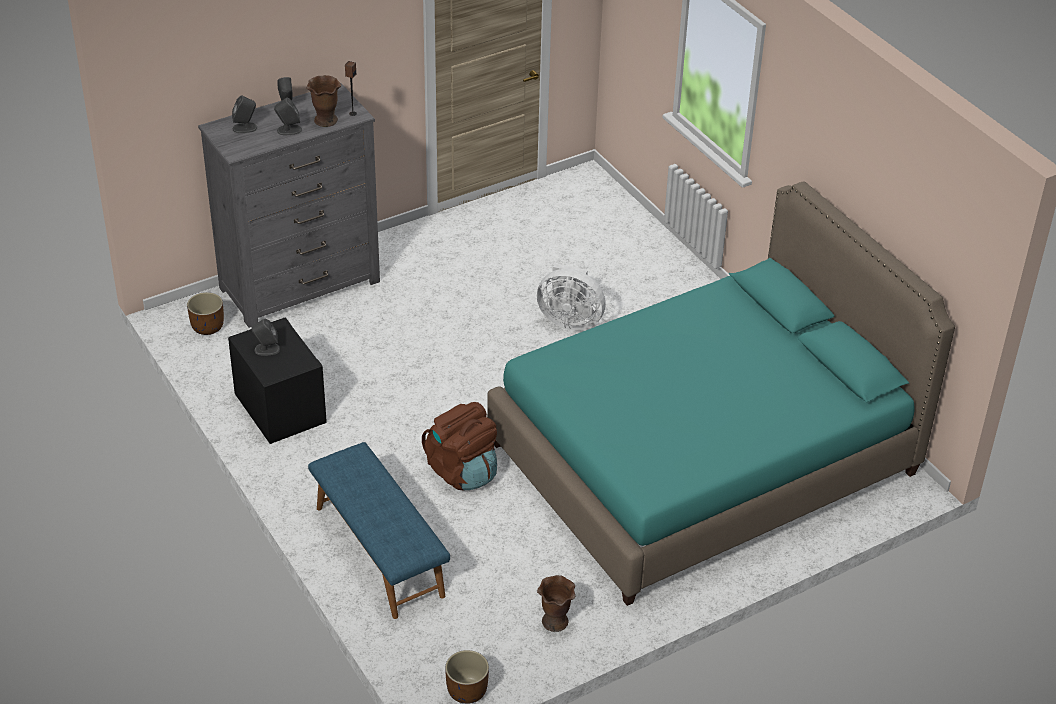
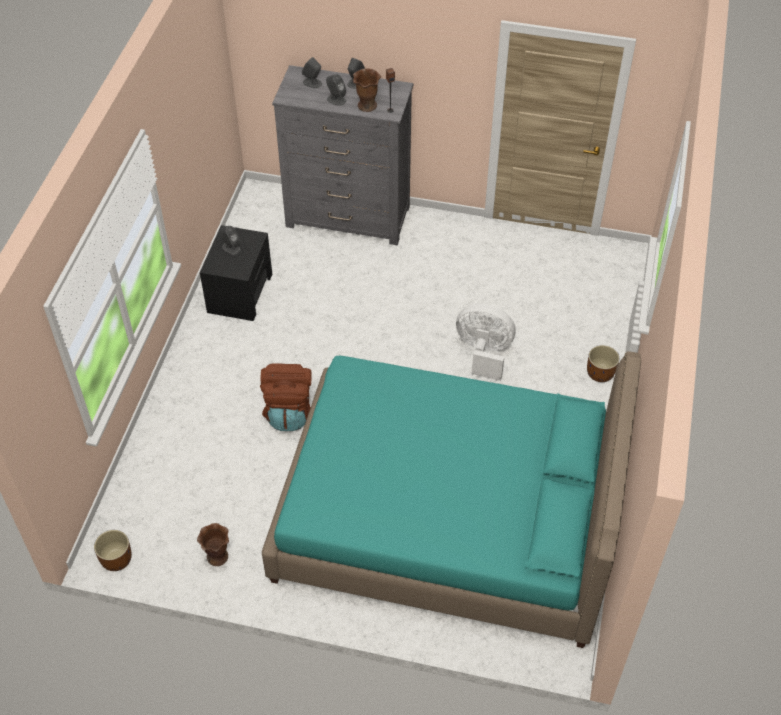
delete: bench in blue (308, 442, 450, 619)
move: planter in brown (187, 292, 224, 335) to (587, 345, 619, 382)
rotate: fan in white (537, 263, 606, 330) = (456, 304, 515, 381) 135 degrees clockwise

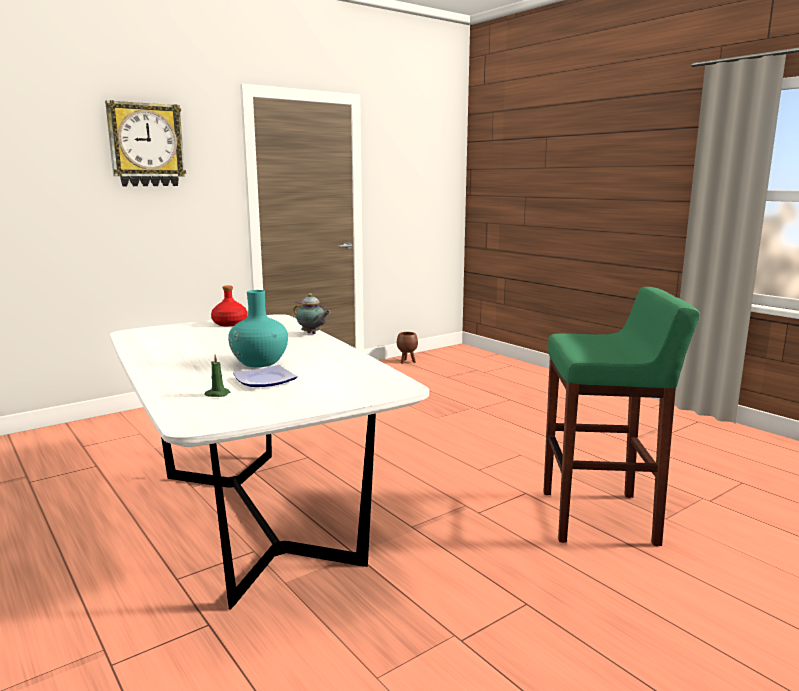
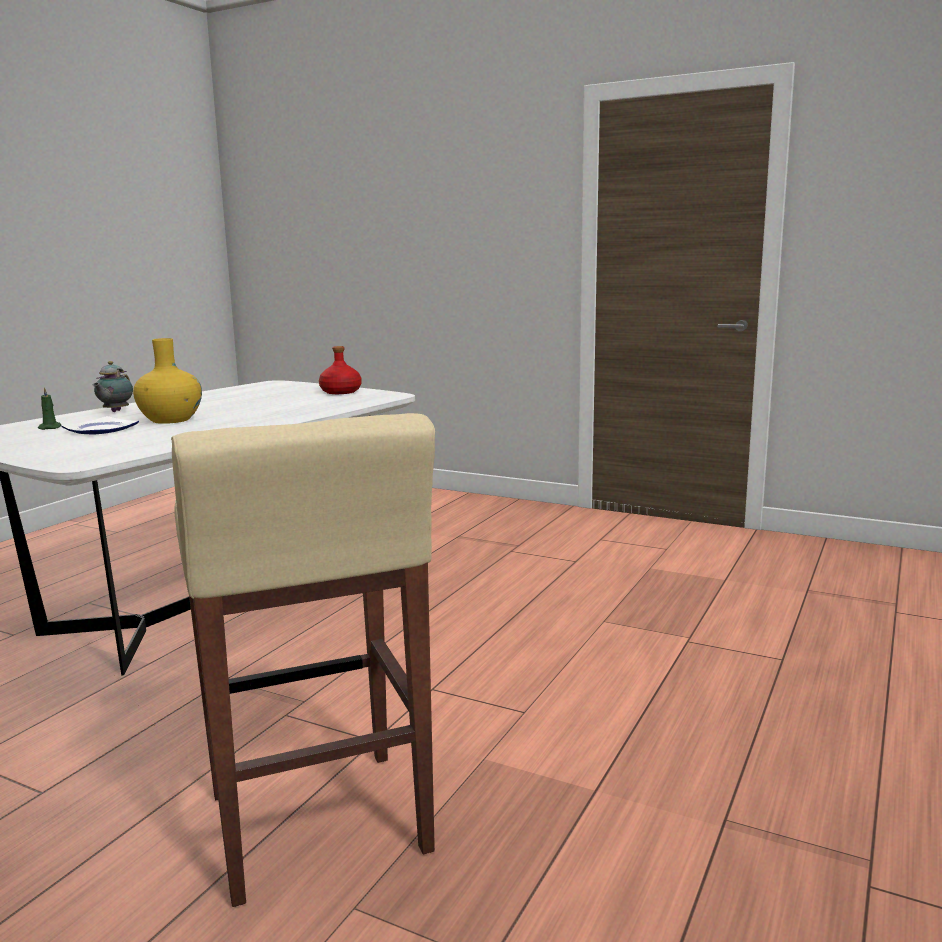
delete: wall clock (105, 100, 186, 186); planter in brown (397, 332, 418, 364)
move: teapot (293, 293, 330, 334) to (93, 361, 133, 412)
recolor: vase in turquoise (228, 290, 288, 367) to vase in yellow (133, 338, 202, 424); stool in green (543, 287, 700, 546) to stool in beige (171, 413, 435, 907)

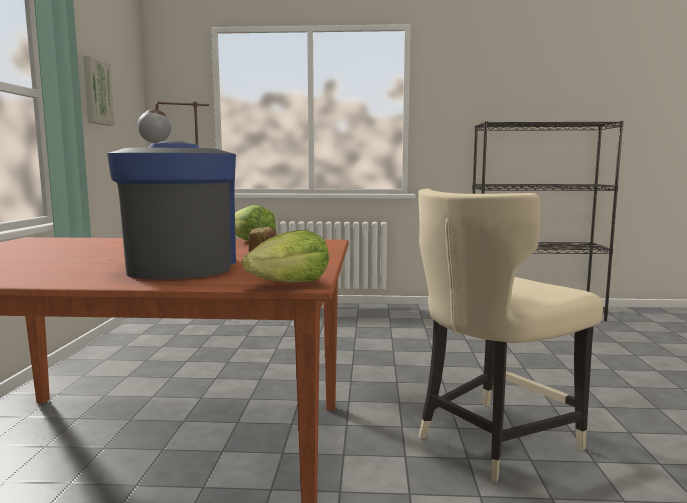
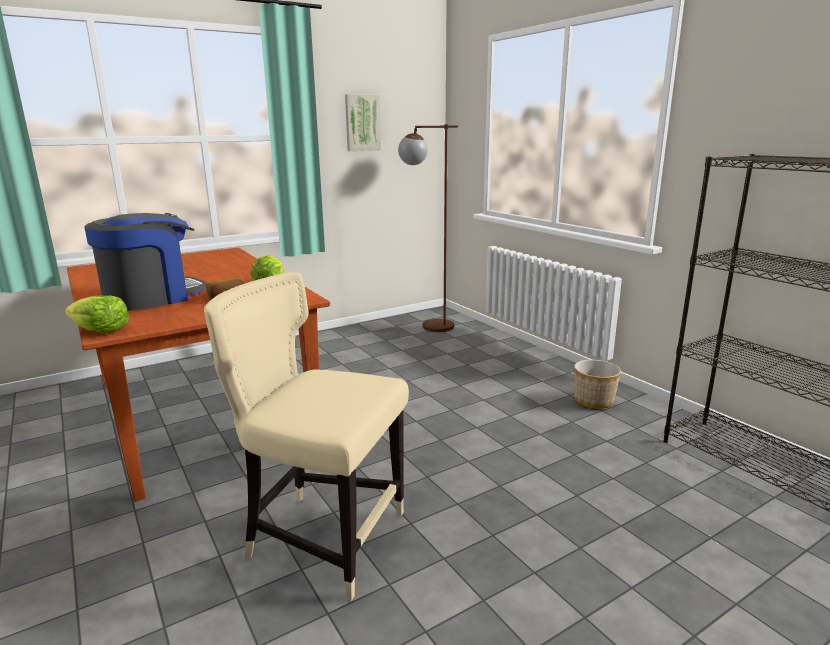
insert: planter (574, 360, 621, 409)

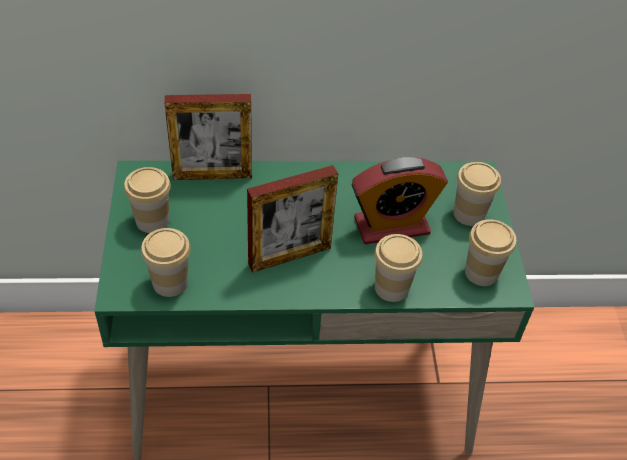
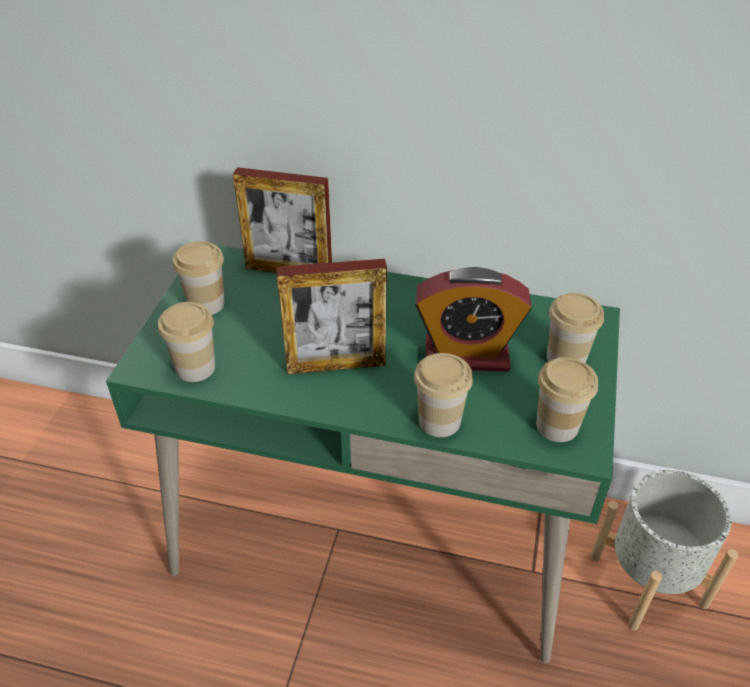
insert: planter in grey (590, 470, 738, 630)

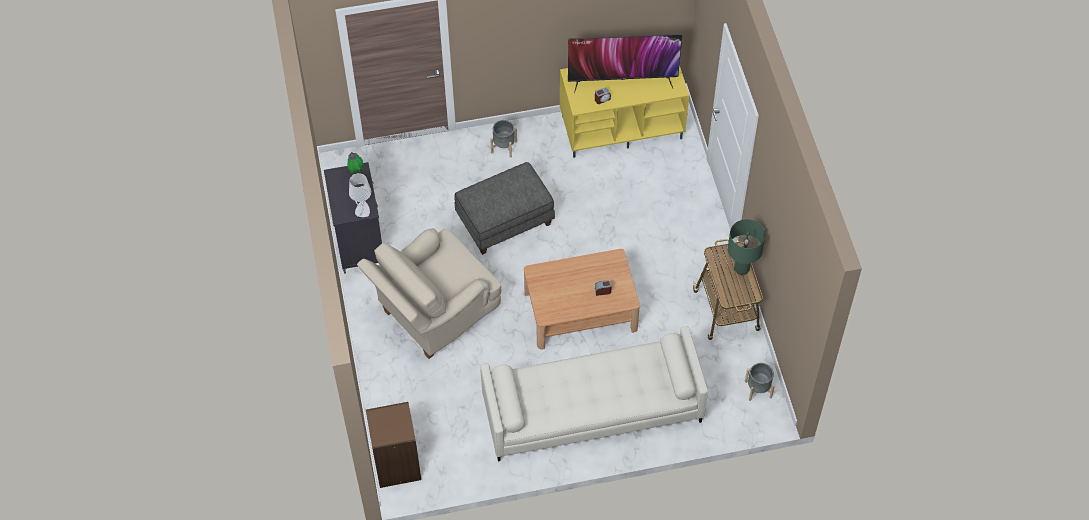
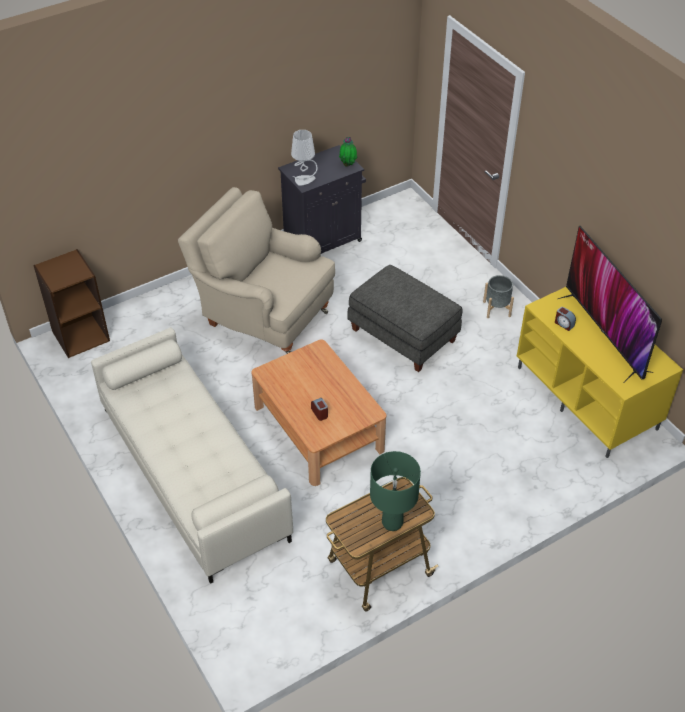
delete: planter in grey (745, 363, 775, 401)

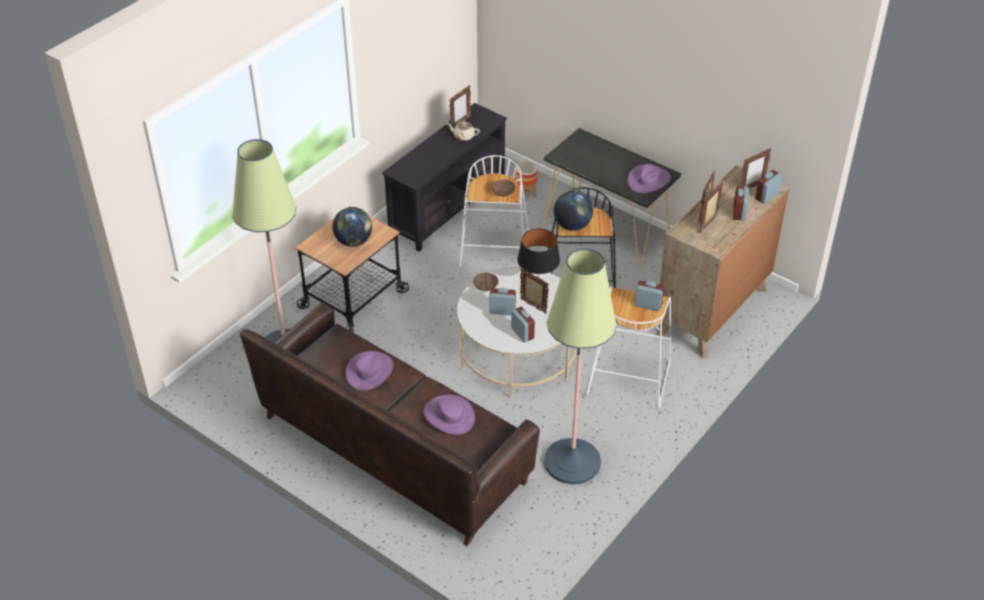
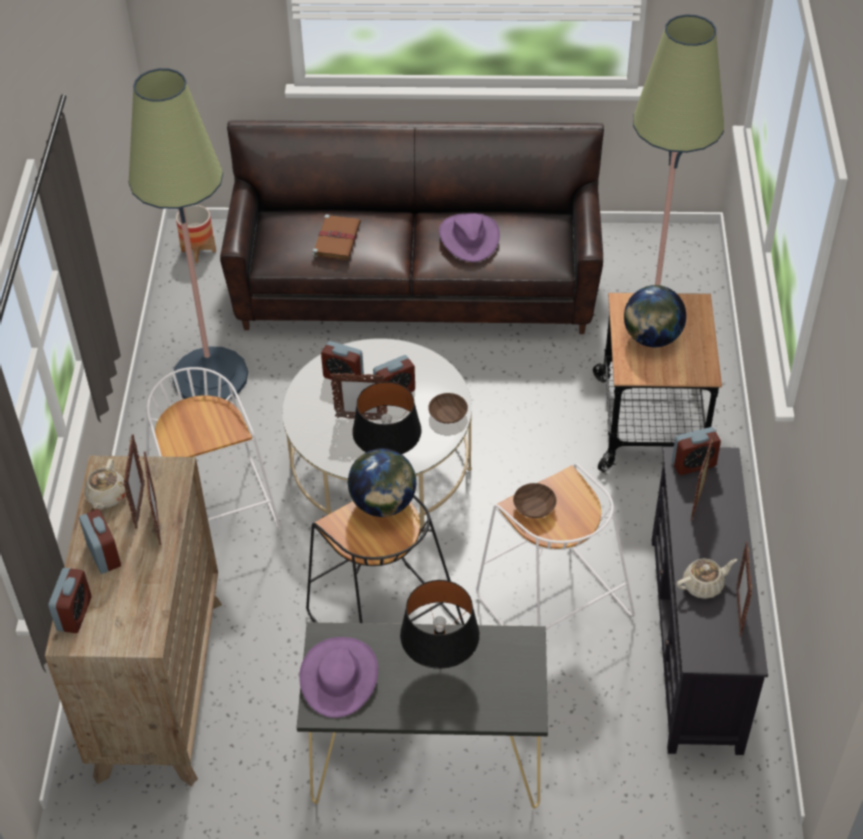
insert: teapot in beige (84, 459, 126, 510); table lamp in black (400, 580, 480, 669)
move: planter (515, 161, 538, 197) to (176, 205, 216, 263); alarm clock (634, 281, 664, 311) to (672, 427, 721, 475); picture frame (740, 148, 771, 189) to (691, 434, 714, 521)
replace: hat in purple (423, 394, 475, 435) to book in brown (313, 215, 361, 260)

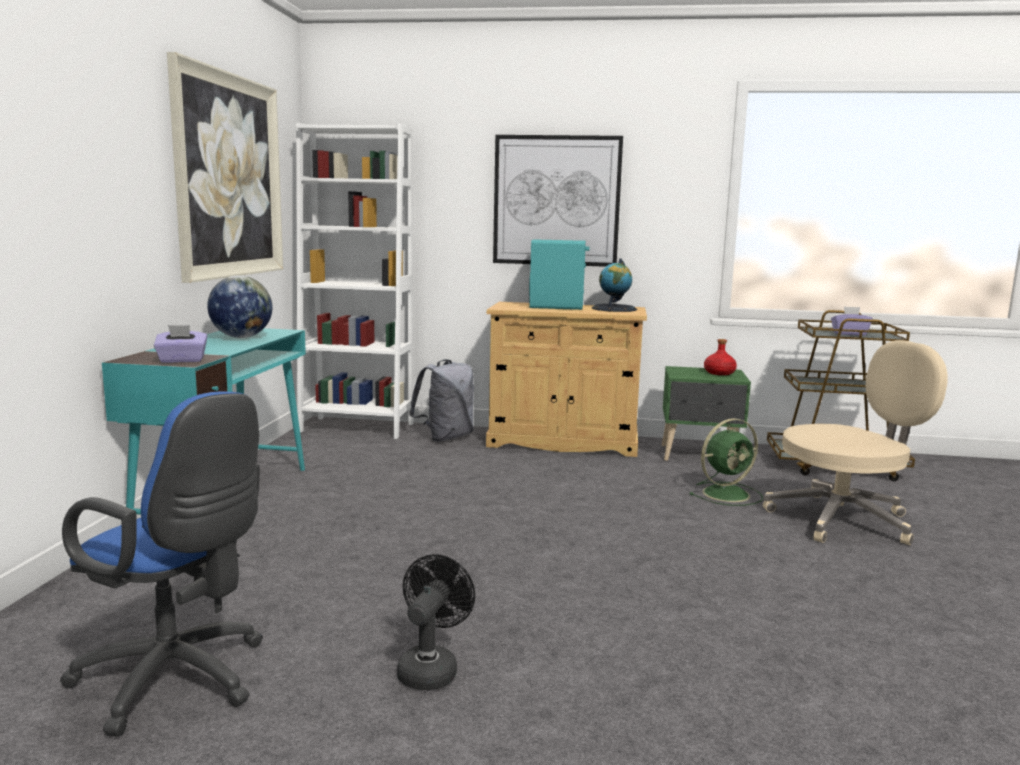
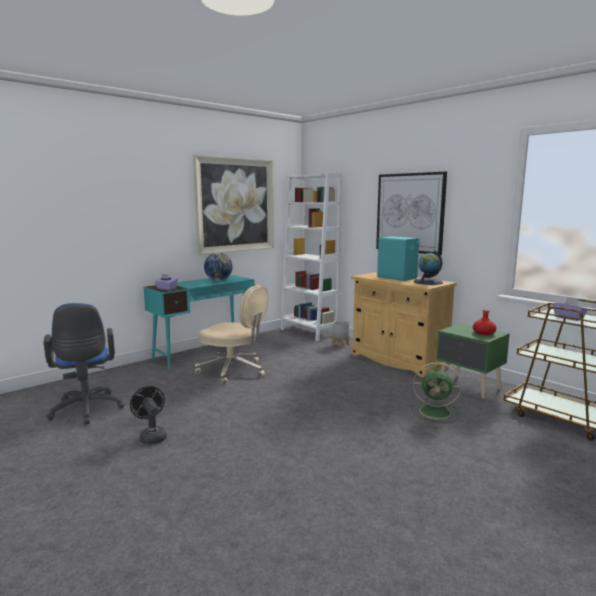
move: office chair in beige (763, 340, 948, 545) to (194, 285, 269, 385)
replace: backpack in grey (409, 359, 474, 442) to planter in grey (332, 321, 350, 348)
rotate: fan in black (397, 554, 475, 690) = (130, 386, 167, 445) 90 degrees counterclockwise

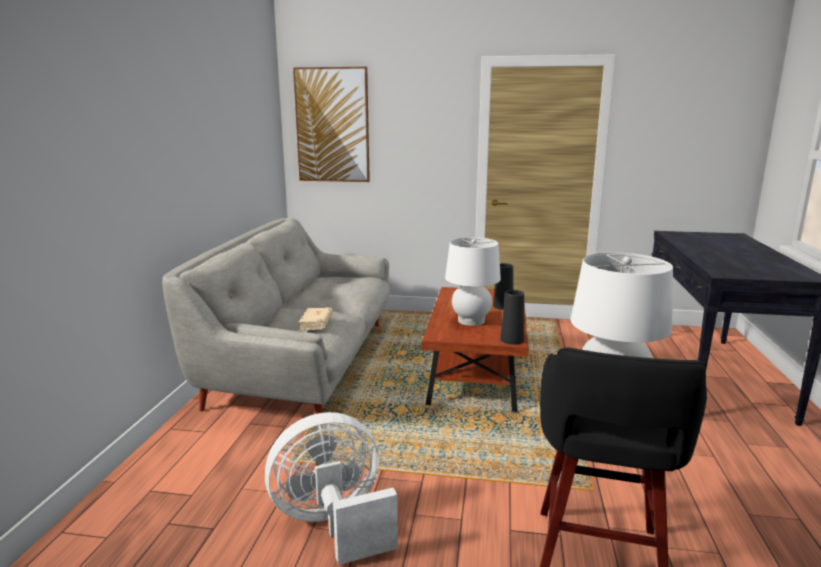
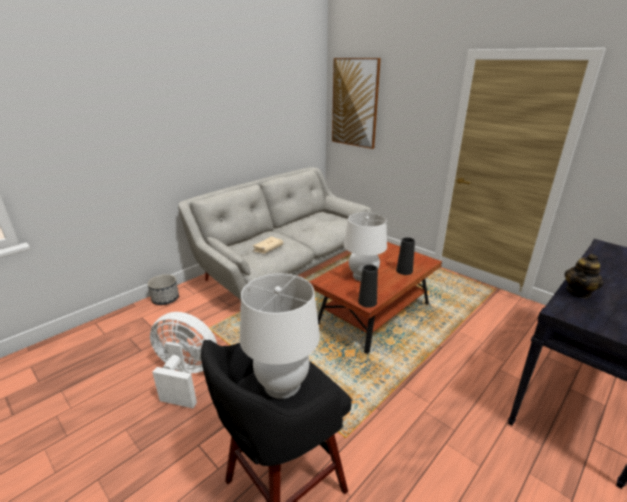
insert: planter (148, 274, 179, 305); teapot (565, 254, 603, 299)

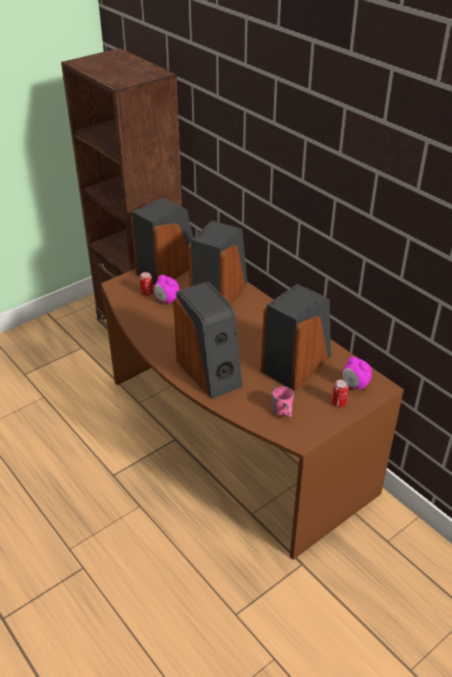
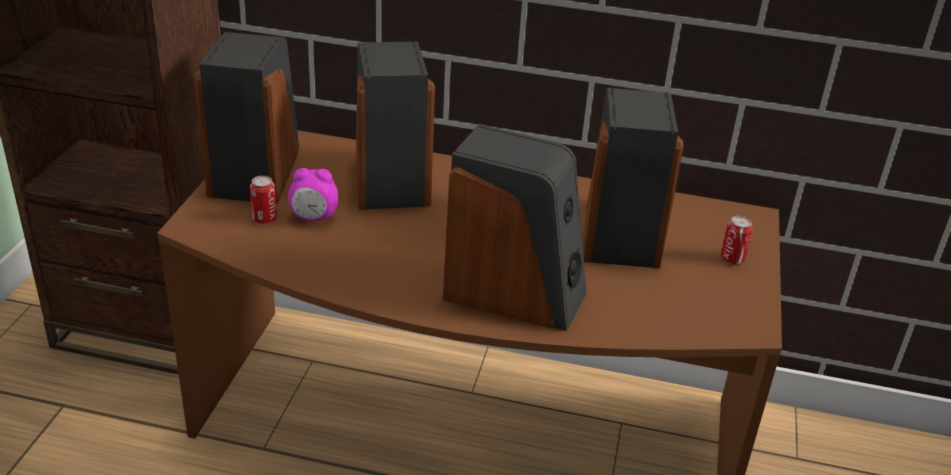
delete: mug in pink (272, 386, 294, 418); alarm clock (342, 357, 372, 389)

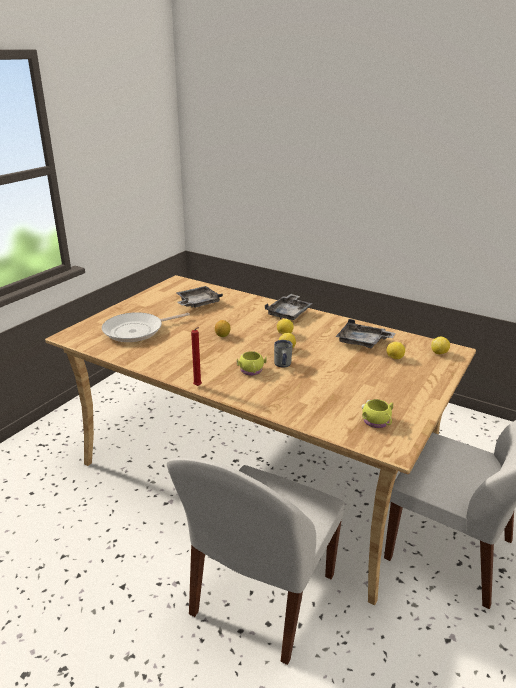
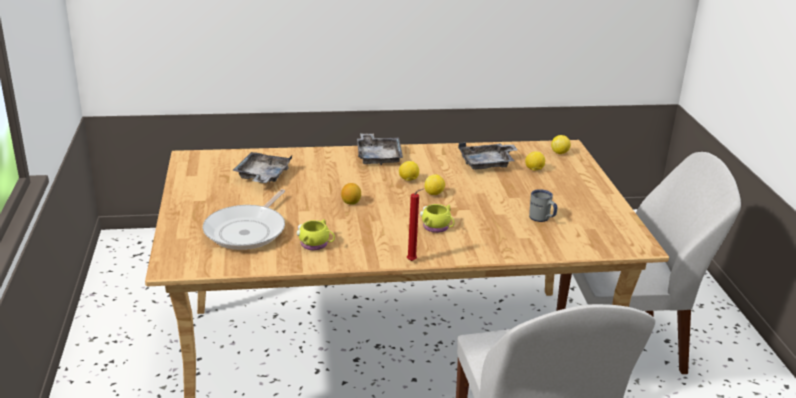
move: mug in grey (274, 340, 293, 368) to (529, 189, 557, 222); mug in yellow (362, 399, 393, 428) to (296, 219, 335, 250)

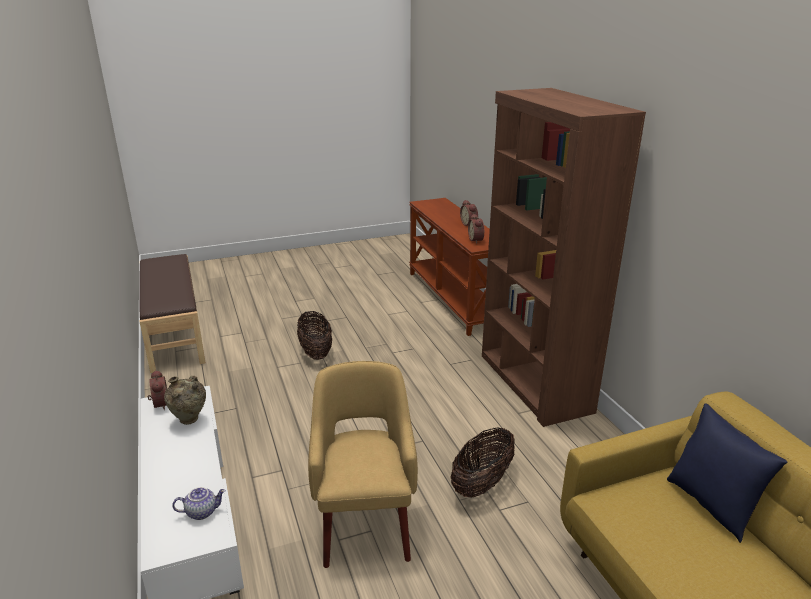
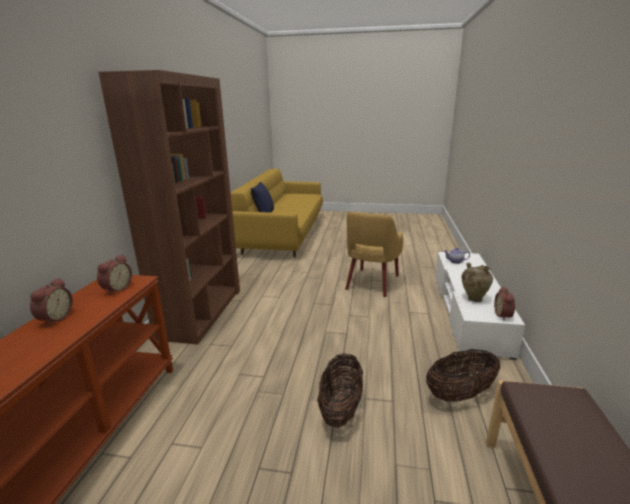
move: basket (451, 427, 515, 497) to (426, 349, 500, 402)

